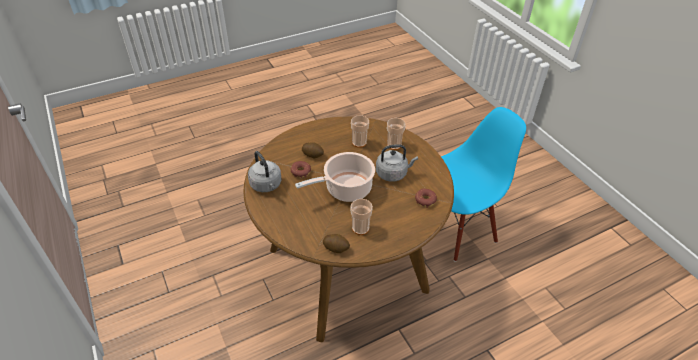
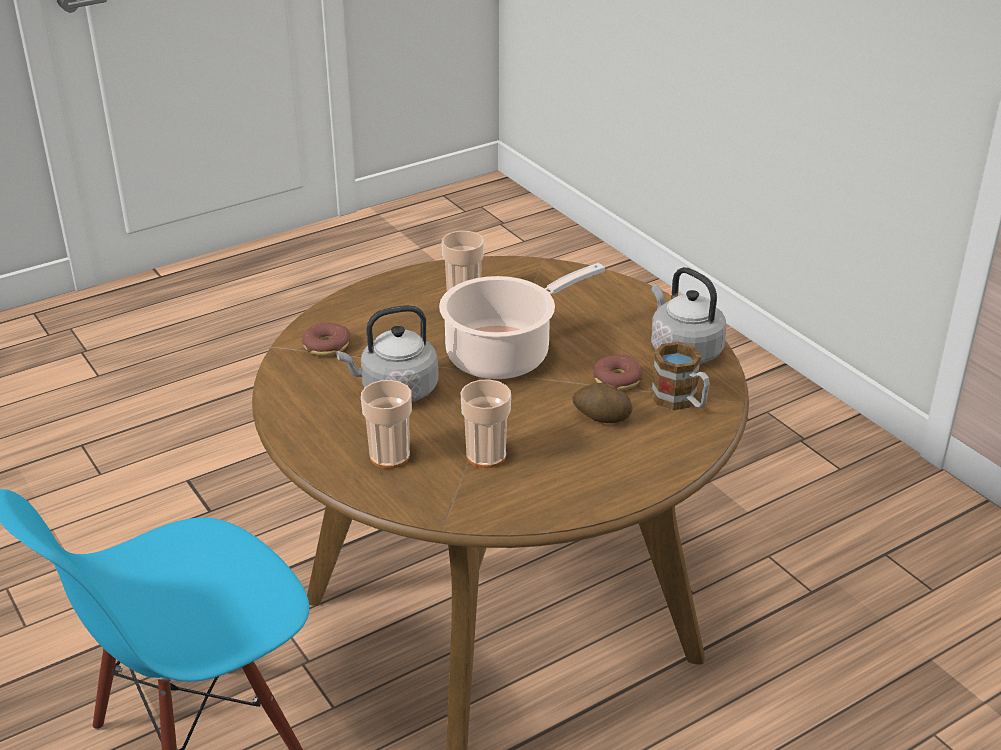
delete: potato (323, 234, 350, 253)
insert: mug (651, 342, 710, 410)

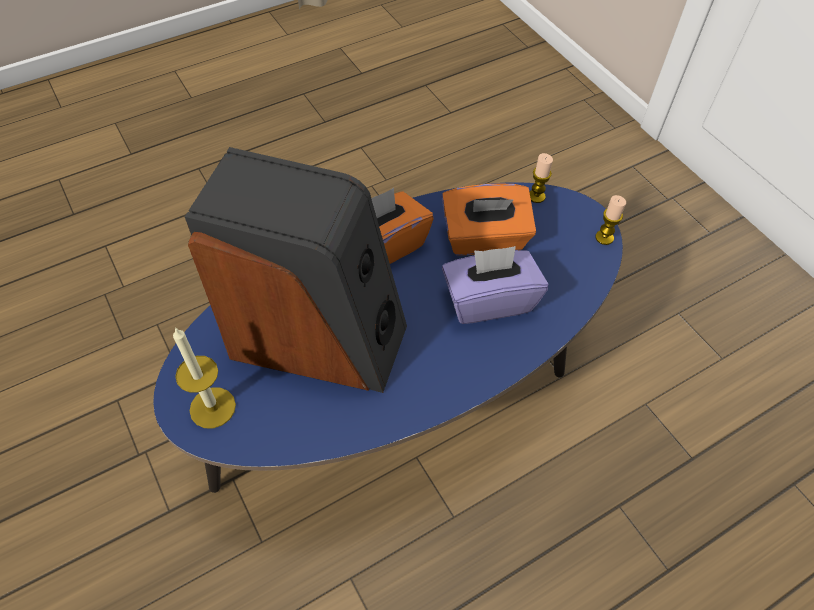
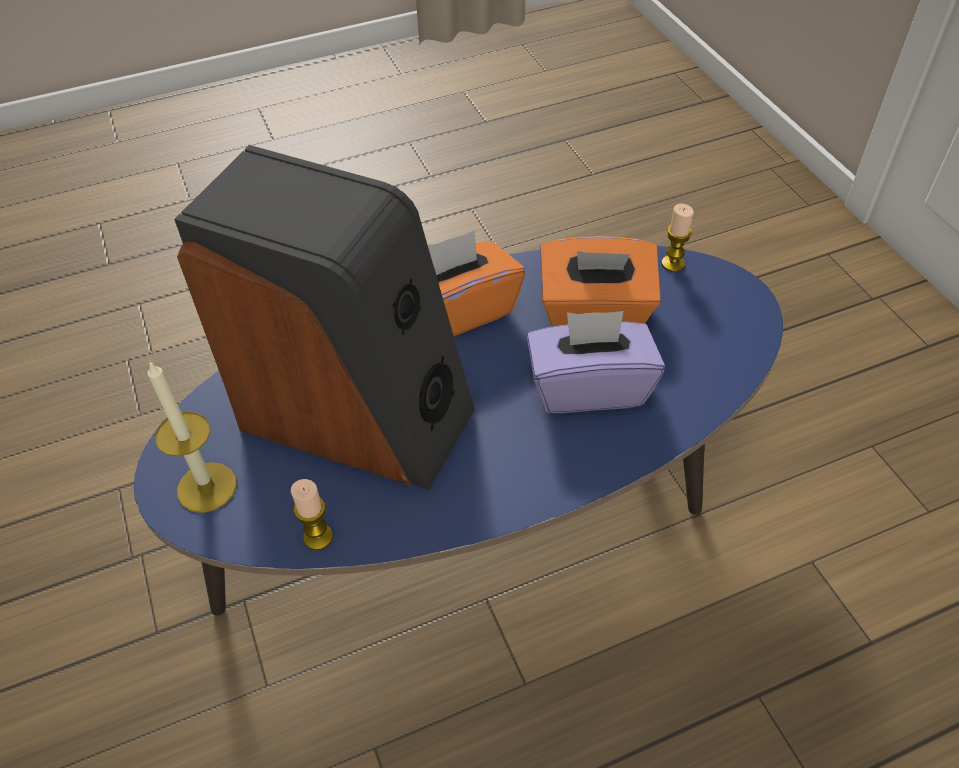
move: candle (595, 195, 626, 245) to (291, 479, 333, 550)

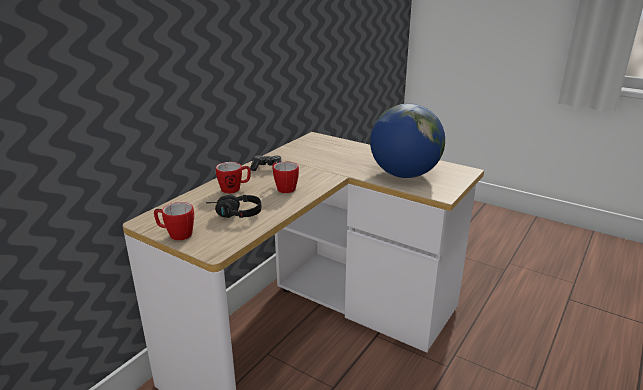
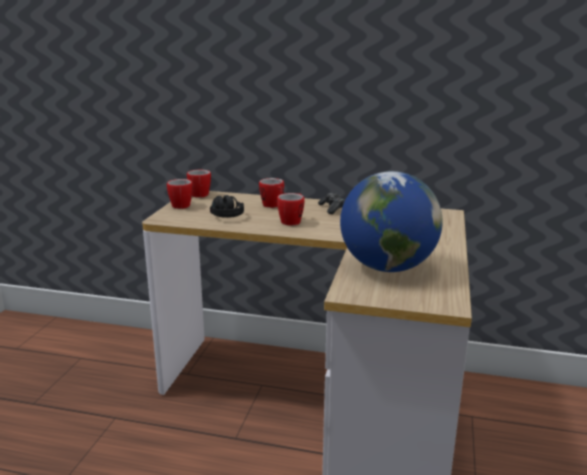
insert: mug (187, 170, 211, 198)

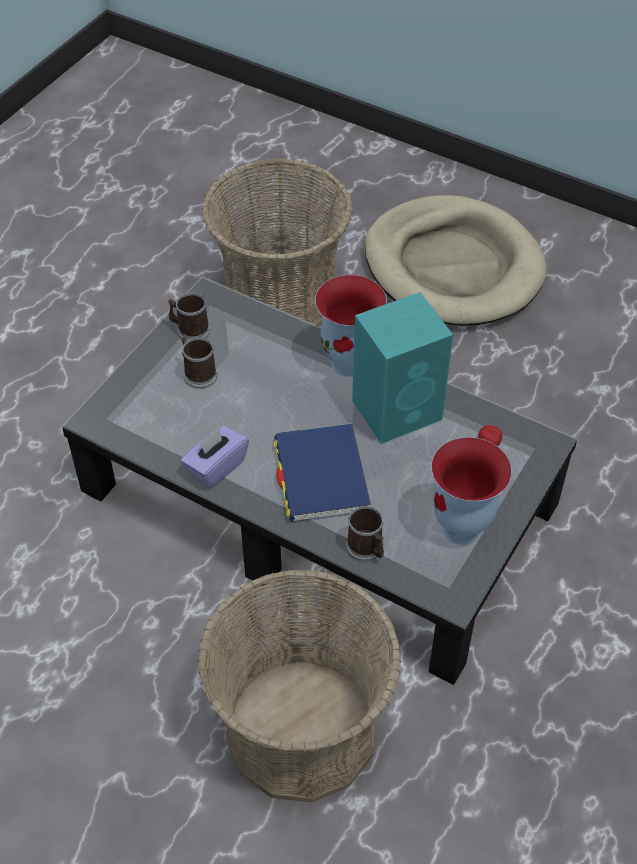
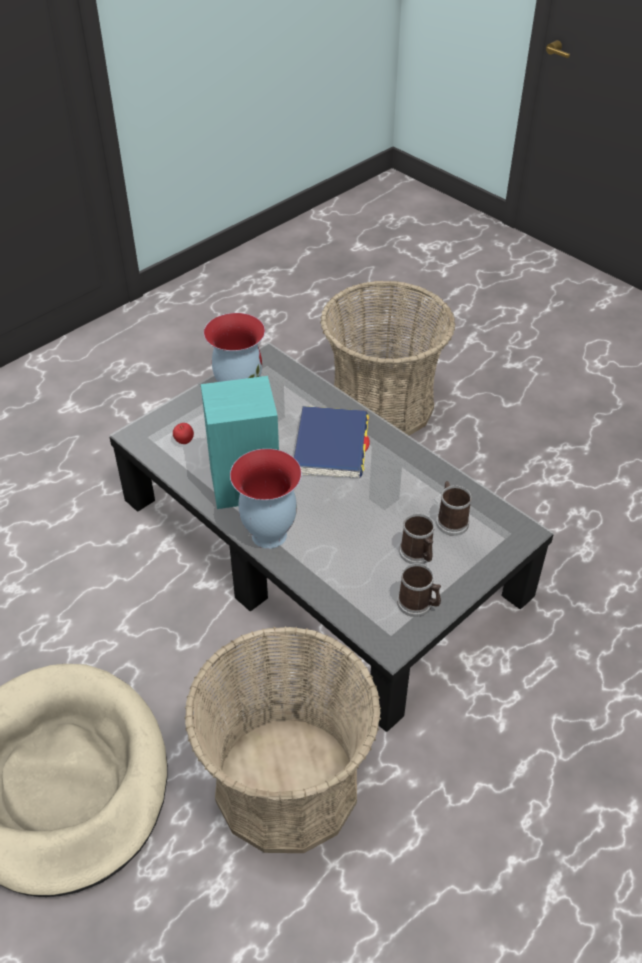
delete: tissue box in purple (181, 425, 249, 488)
move: mug (346, 506, 384, 562) to (436, 481, 472, 536)

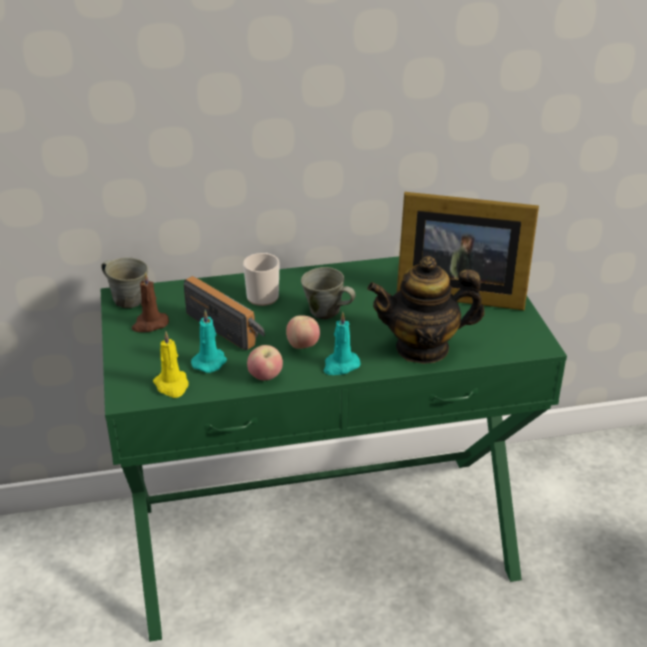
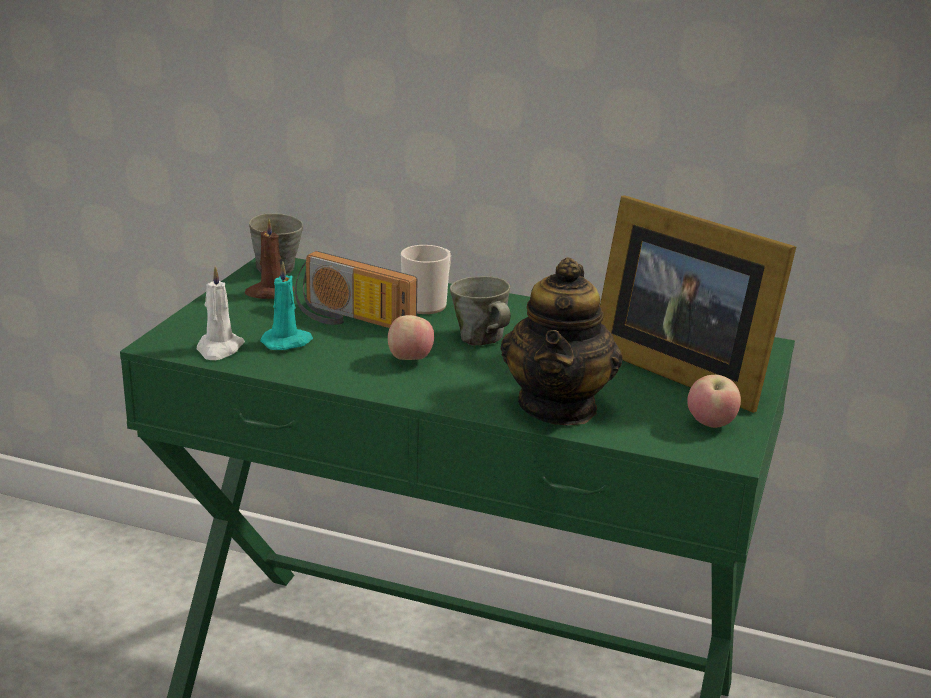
delete: candle in turquoise (324, 312, 361, 375)
move: apple (247, 345, 283, 380) to (687, 375, 741, 428)
recolor: candle in yellow (153, 331, 189, 398) to candle in white (197, 266, 245, 360)
rotate: radio (184, 276, 265, 350) = (295, 251, 417, 328) 135 degrees clockwise; teapot (367, 256, 485, 364) = (501, 257, 623, 425) 105 degrees counterclockwise

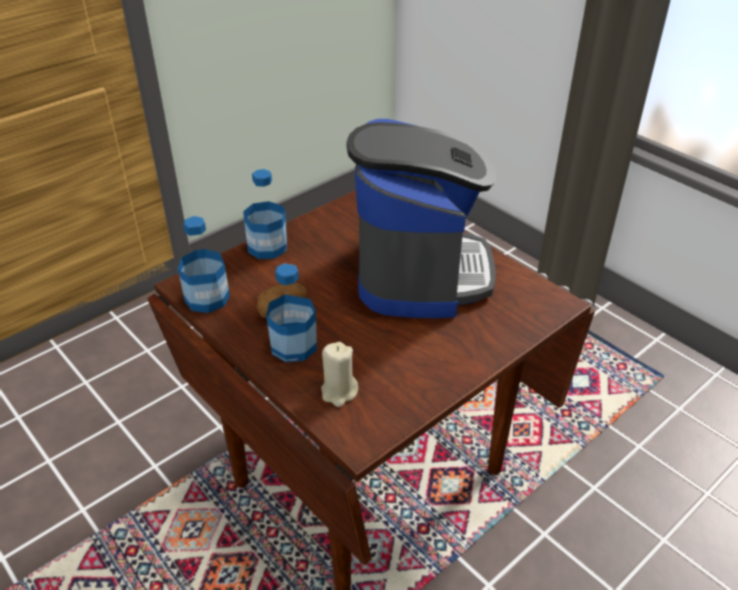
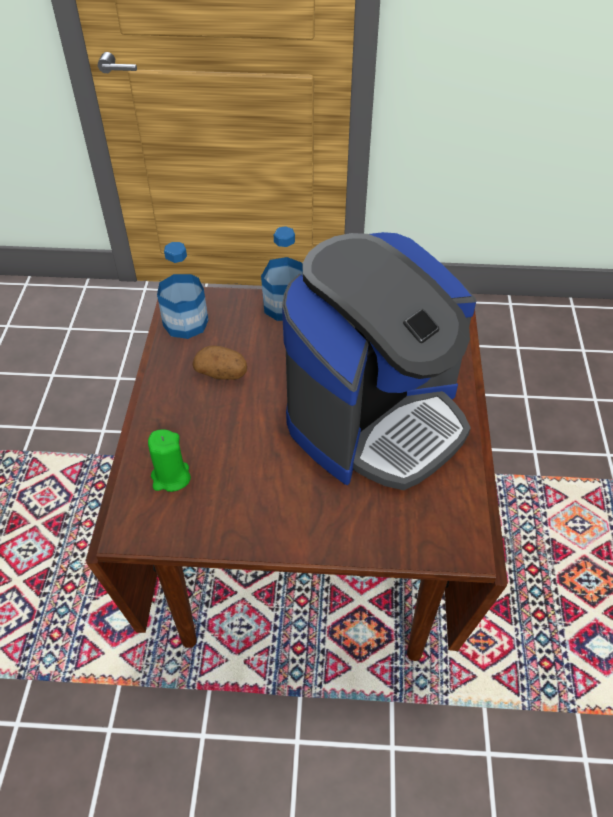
delete: bottle (266, 263, 317, 362)
recolor: candle in beige (321, 342, 358, 407) to candle in green (148, 429, 191, 492)

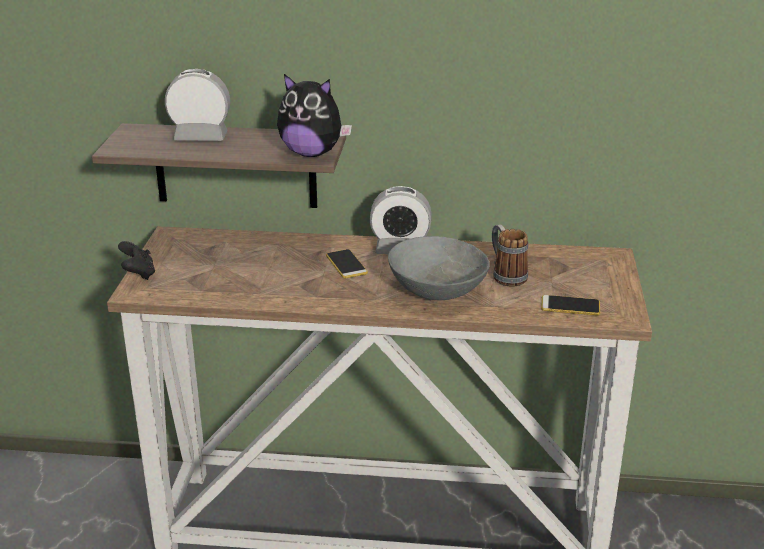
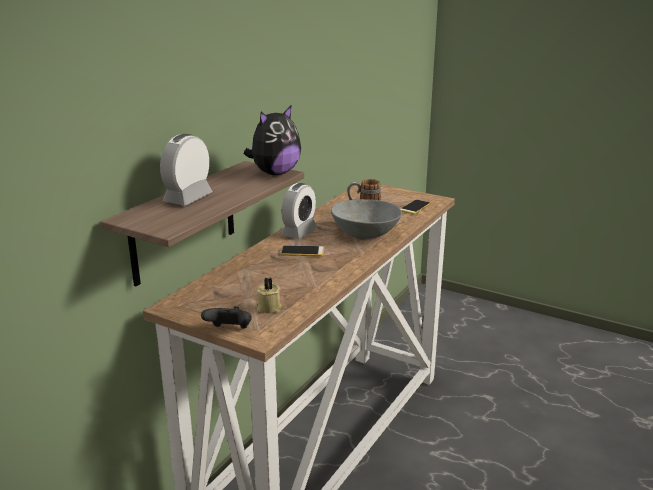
insert: candle in beige (257, 278, 282, 313)

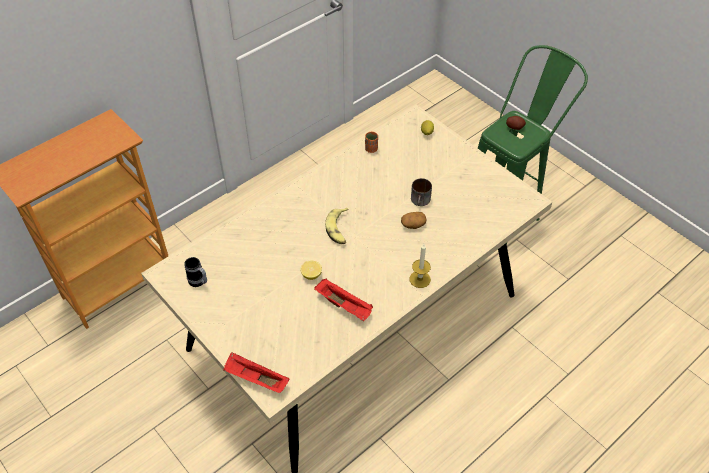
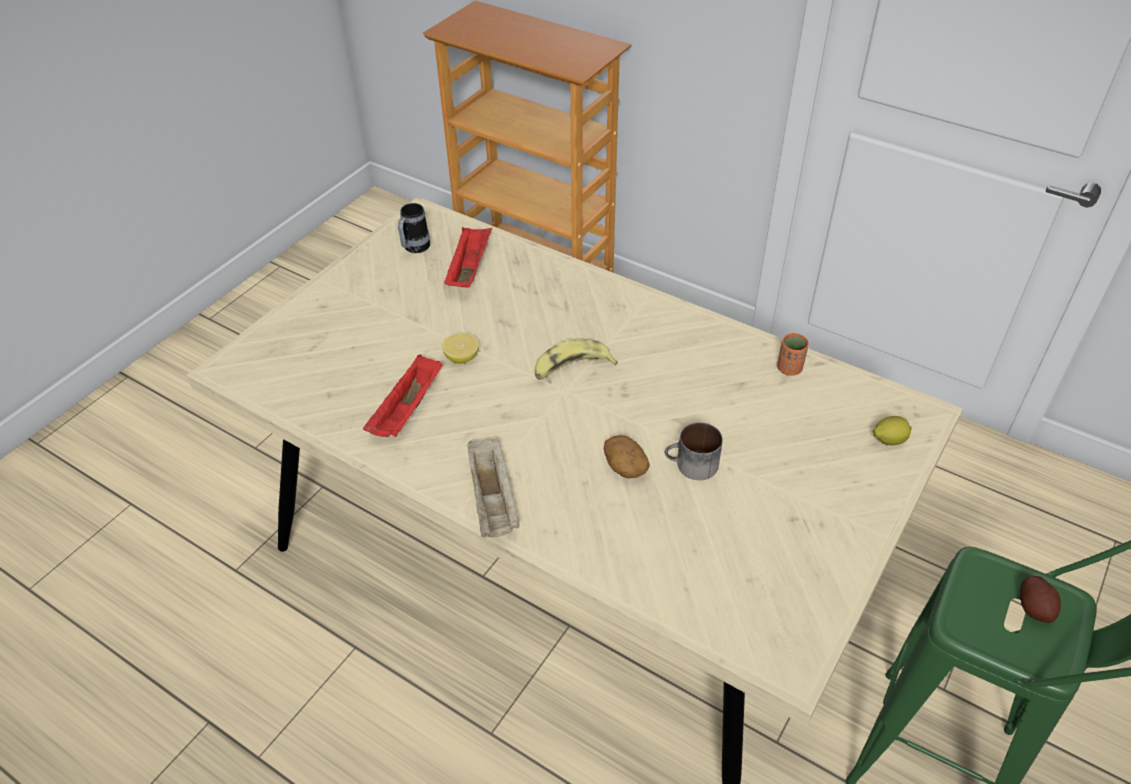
move: tray in red (223, 352, 290, 393) to (444, 227, 492, 288)
replace: candle (410, 244, 431, 288) to tray in beige (468, 438, 519, 538)

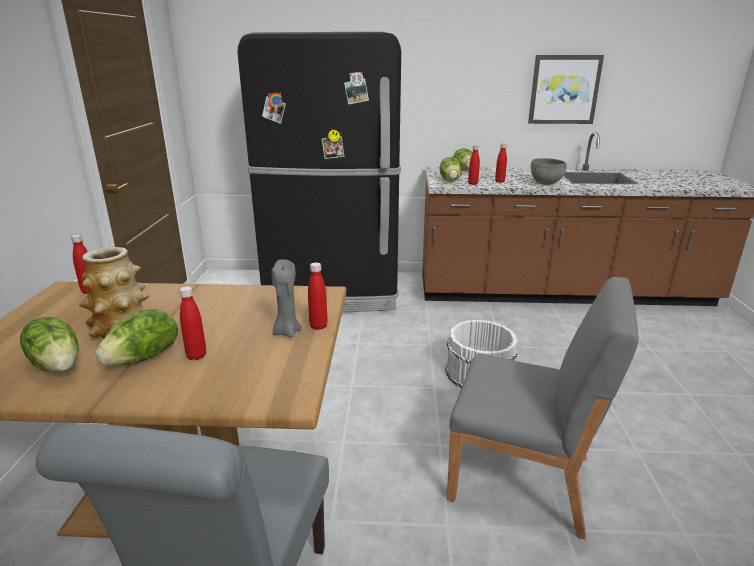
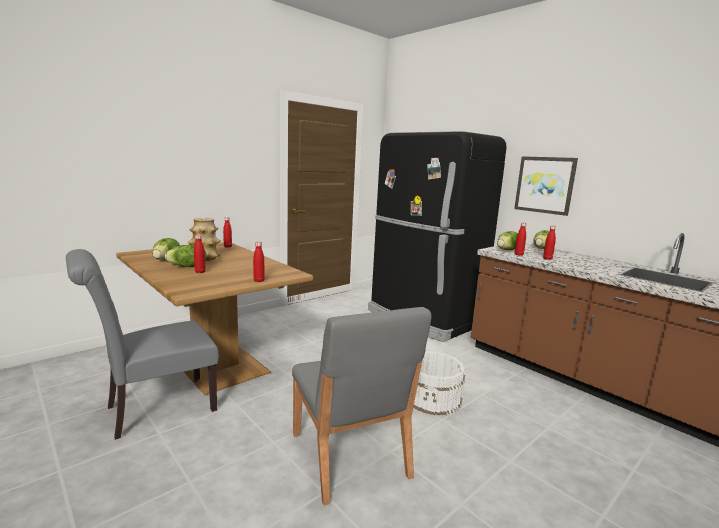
delete: candle in grey (271, 259, 302, 338); bowl in grey (531, 158, 567, 185)
move: picture (528, 55, 604, 124) to (514, 156, 578, 216)

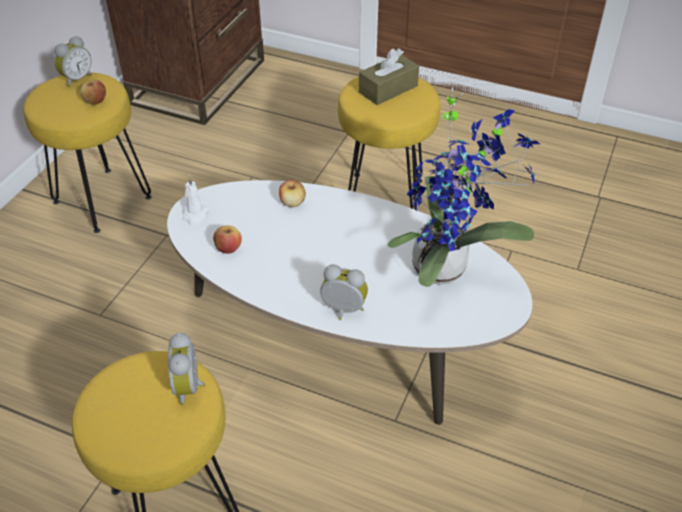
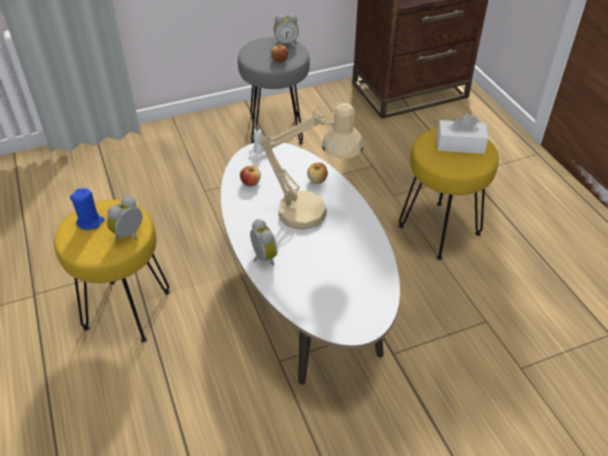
delete: potted plant (387, 87, 540, 287)
insert: candle in blue (70, 188, 105, 230); table lamp in beige (259, 103, 363, 230)
recolor: stool in yellow (24, 72, 152, 233) to stool in grey (238, 37, 310, 144); tissue box in brown (359, 48, 419, 105) to tissue box in white (437, 113, 488, 154)

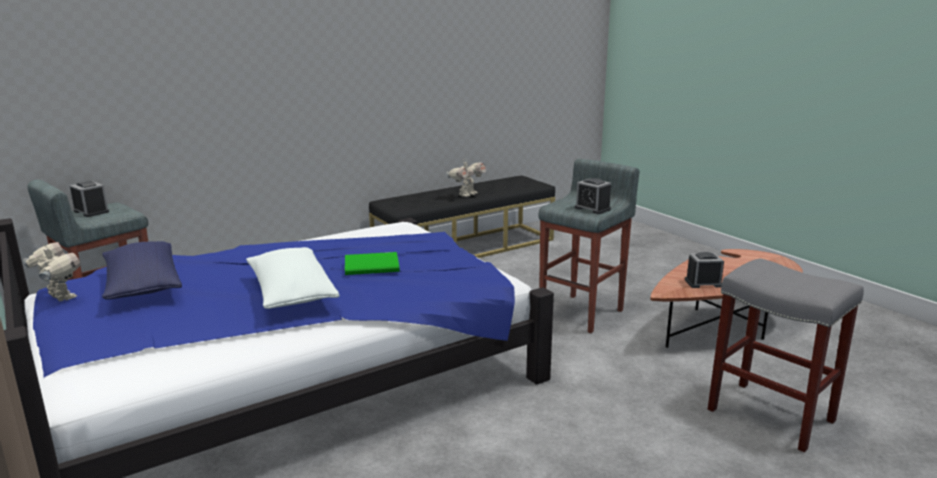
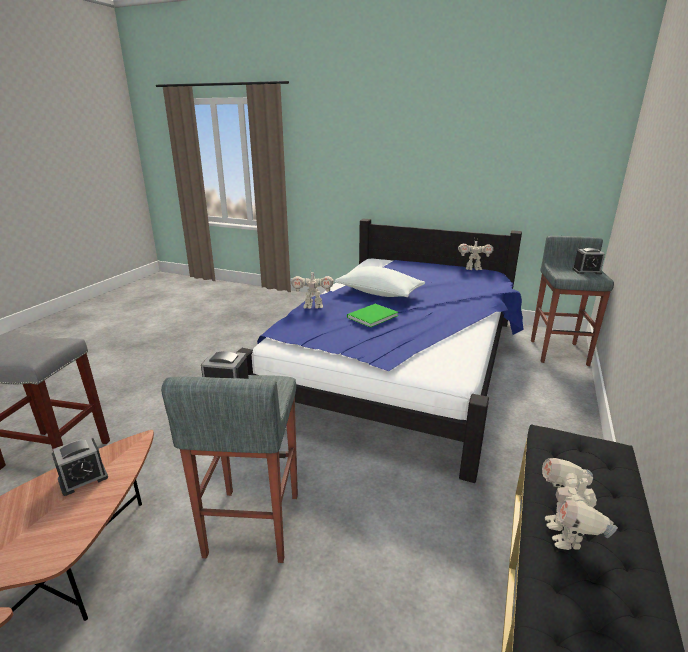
delete: pillow in blue (102, 241, 182, 300)
insert: toy robot (291, 270, 334, 309)

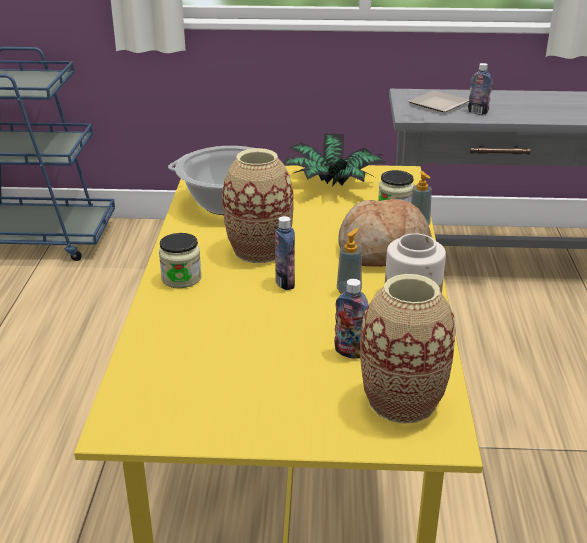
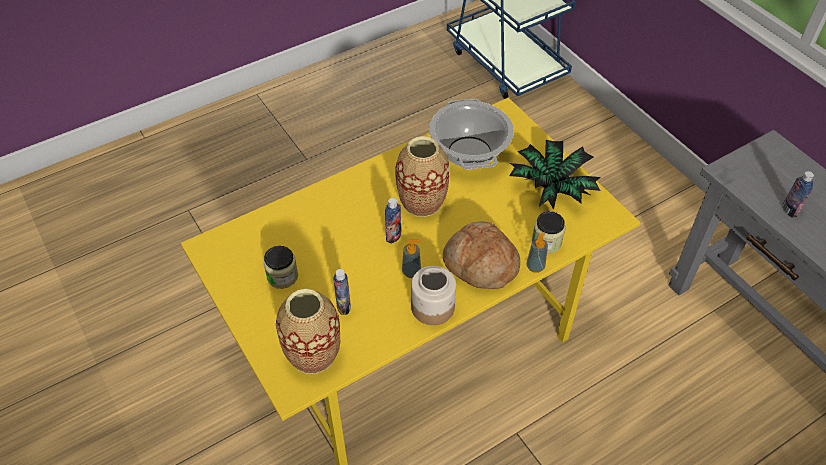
delete: plate (408, 90, 470, 112)
move: jar (159, 233, 202, 288) to (264, 246, 298, 289)

